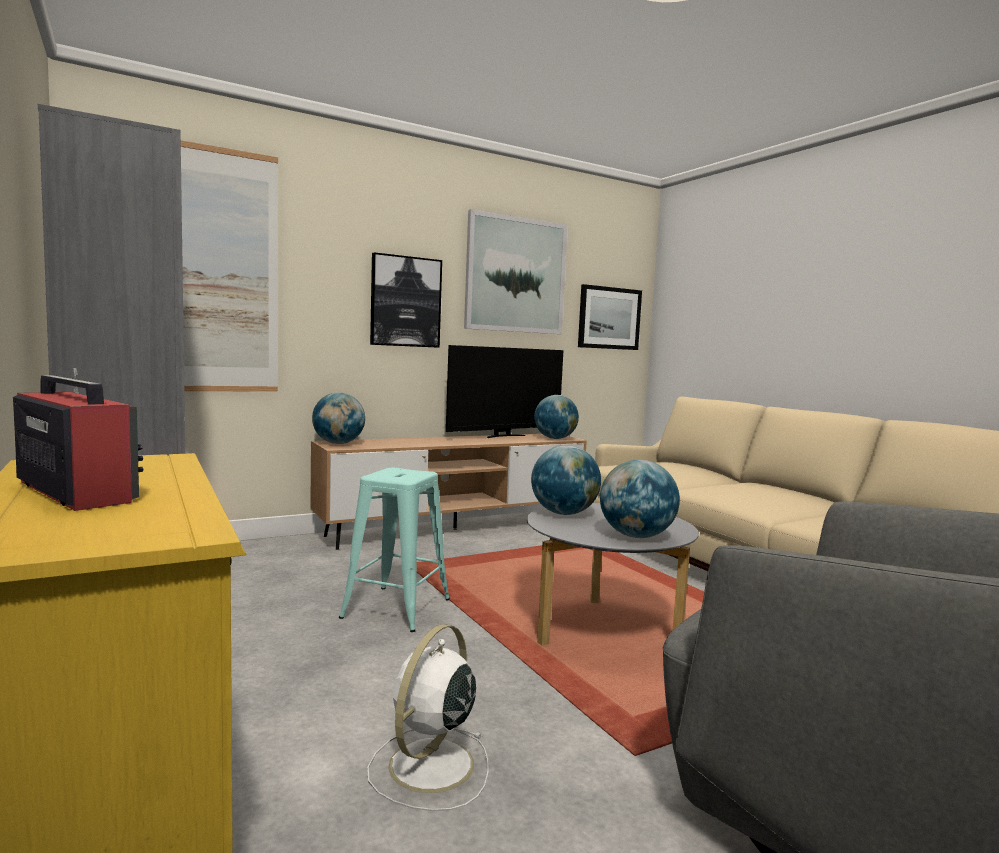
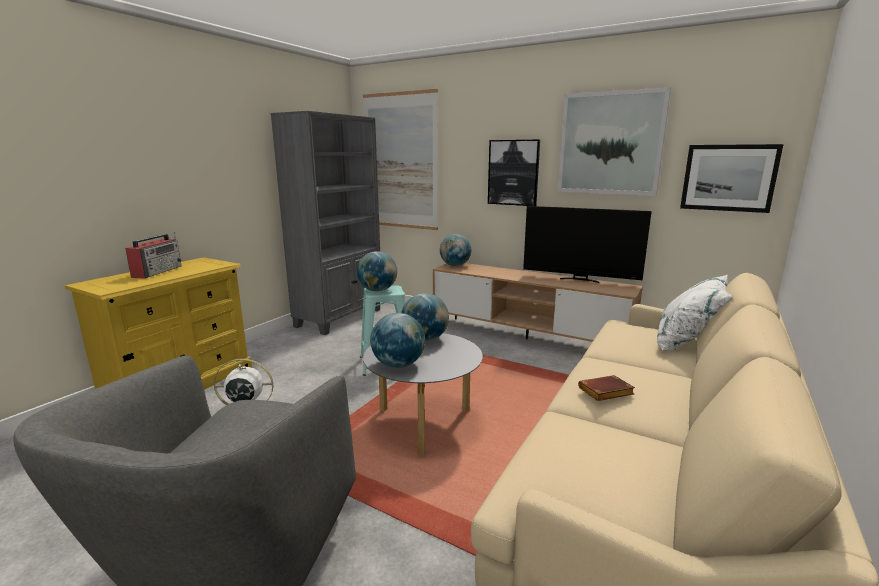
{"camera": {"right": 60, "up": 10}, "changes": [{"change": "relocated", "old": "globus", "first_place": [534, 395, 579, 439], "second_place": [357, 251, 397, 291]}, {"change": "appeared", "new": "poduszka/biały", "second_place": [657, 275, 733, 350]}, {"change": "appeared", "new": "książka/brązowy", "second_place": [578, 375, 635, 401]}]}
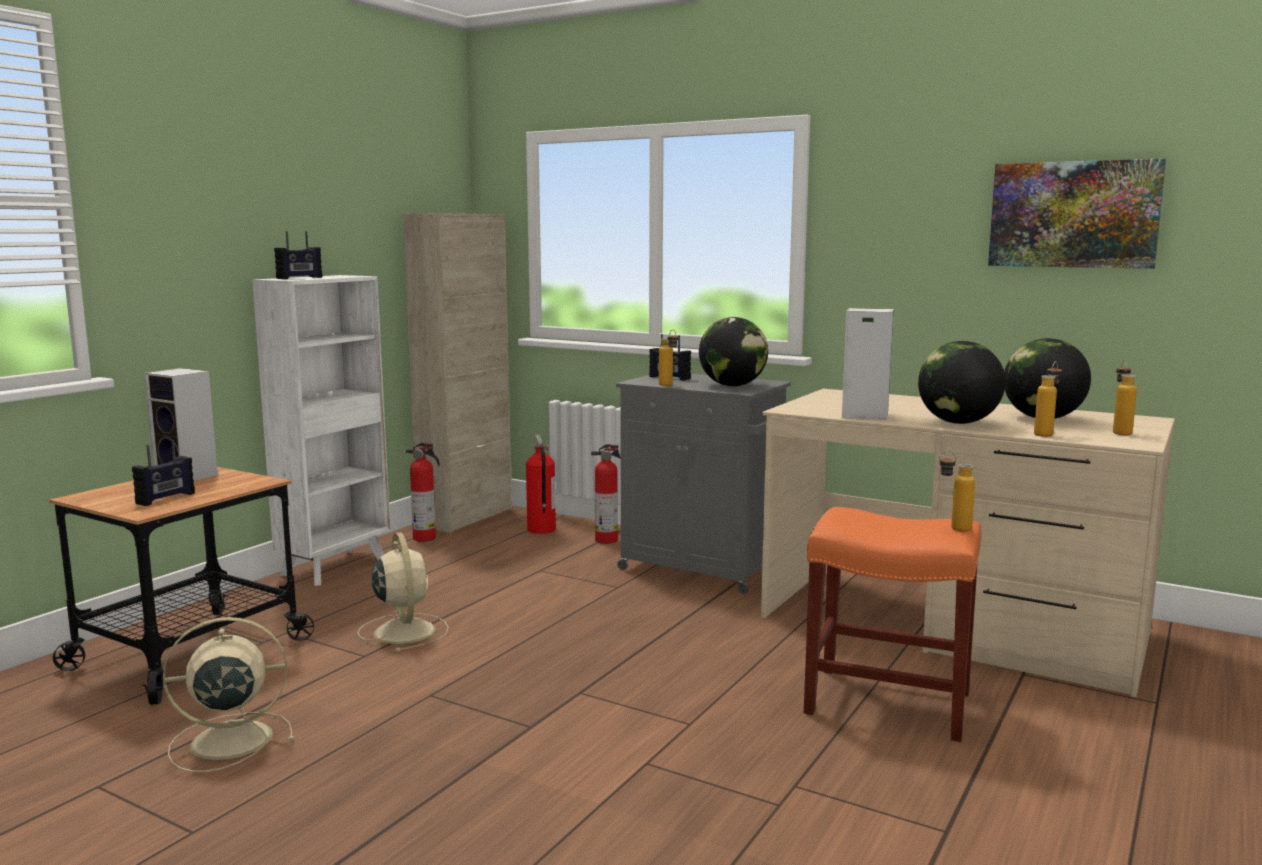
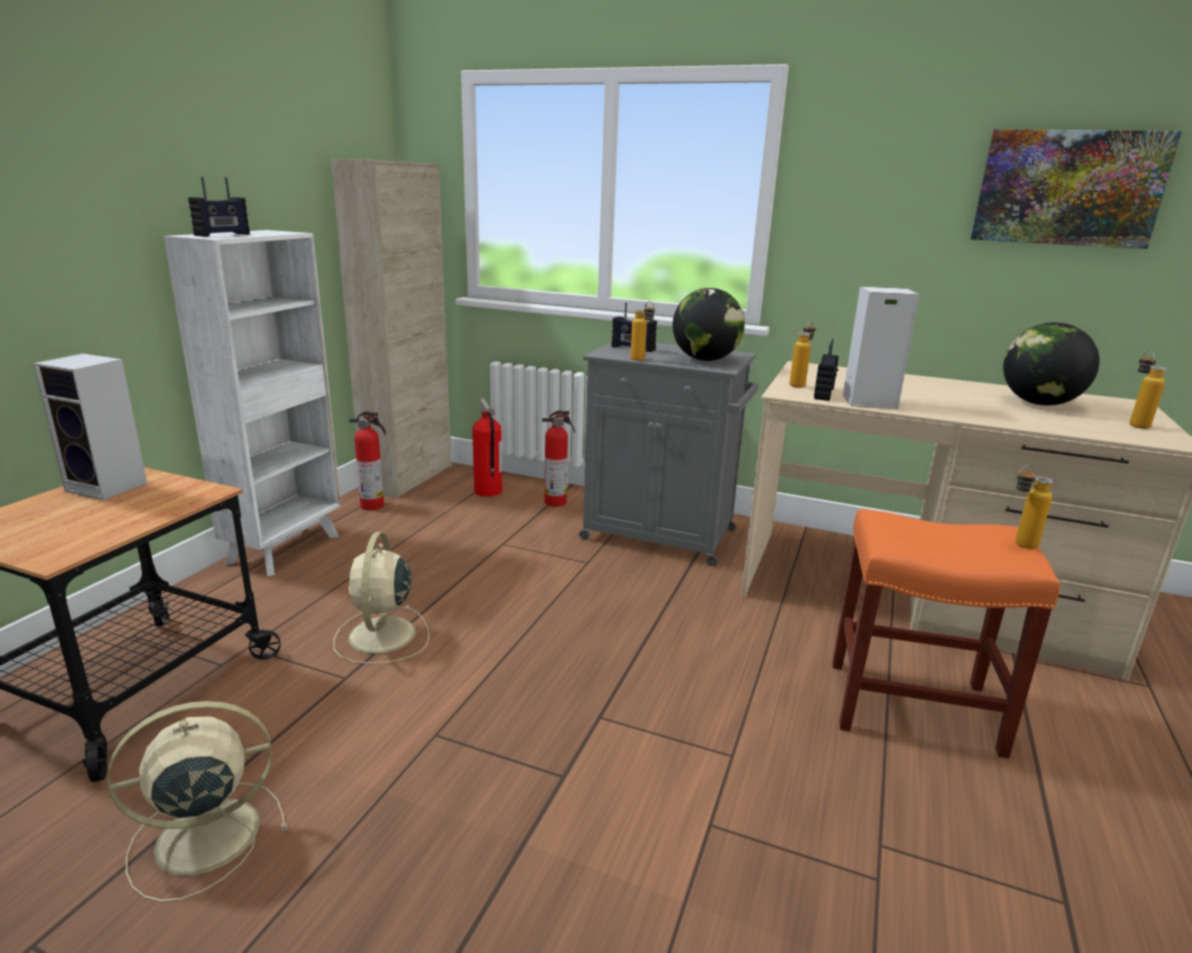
{"camera": {"right": -10, "up": 10}, "changes": [{"change": "missing", "old": "globus", "first_place": [918, 341, 1006, 424]}, {"change": "relocated", "old": "butelka", "first_place": [1034, 361, 1062, 437], "second_place": [789, 320, 816, 388]}, {"change": "relocated", "old": "radio", "first_place": [132, 440, 195, 506], "second_place": [814, 339, 838, 401]}, {"change": "spun", "old": "wentylator/beżowy", "first_place": [357, 532, 449, 652], "second_place": [333, 532, 430, 664], "degrees": -150}]}
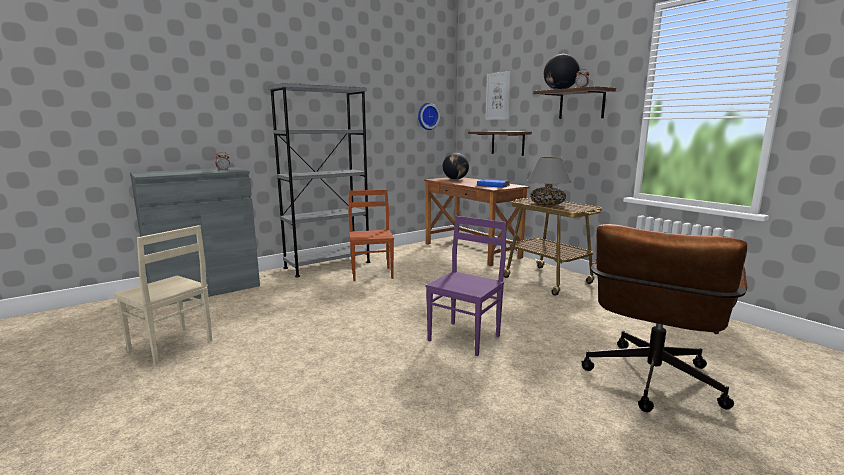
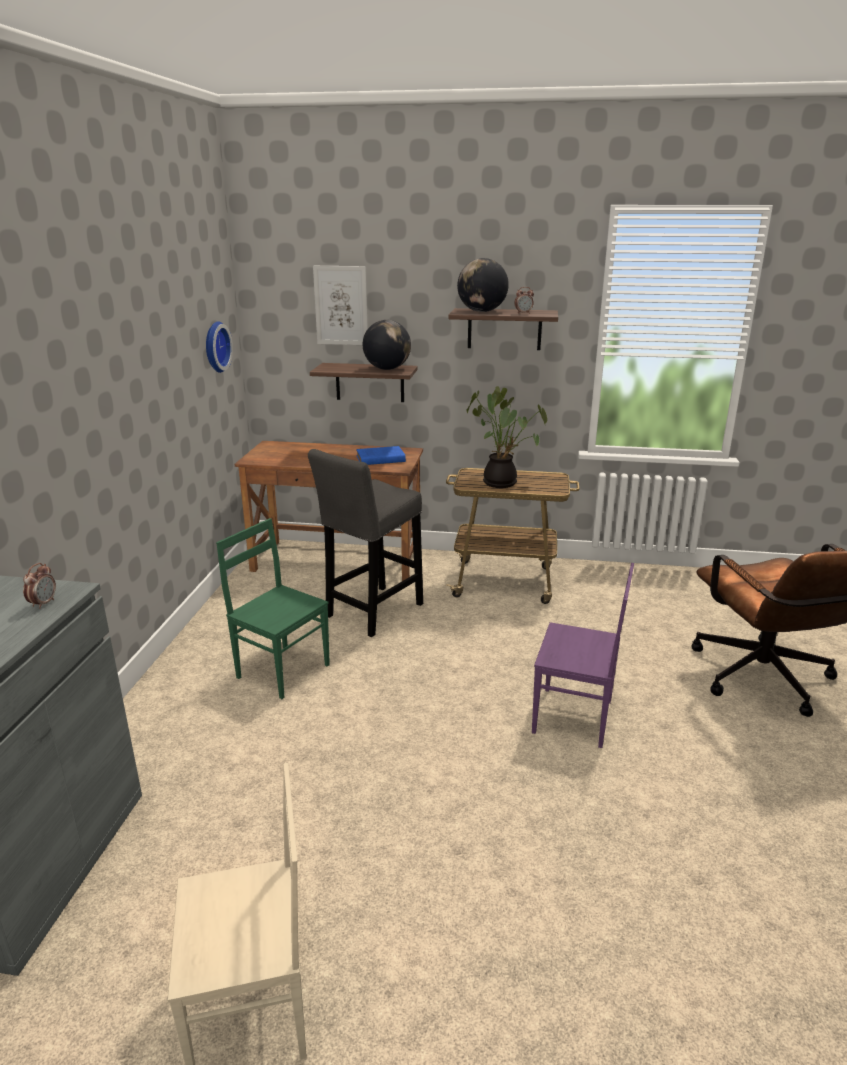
{"camera": {"right": -45, "up": 10}, "changes": [{"change": "missing", "old": "regał/szary", "first_place": [268, 83, 371, 277]}, {"change": "relocated", "old": "globus", "first_place": [443, 153, 469, 180], "second_place": [363, 320, 411, 370]}, {"change": "exchanged", "old": "lampa stołowa/szary", "new": "roślina doniczkowa", "first_place": [527, 157, 571, 205], "second_place": [466, 386, 547, 488]}, {"change": "colour", "old": "krzesło/brązowy", "new": "krzesło/zielony", "first_place": [348, 190, 394, 281], "second_place": [216, 518, 330, 699]}, {"change": "spun", "old": "krzesło/fioletowy", "first_place": [426, 216, 507, 356], "second_place": [532, 563, 634, 748], "degrees": 120}, {"change": "appeared", "new": "stołek/szary", "second_place": [308, 449, 423, 637]}]}
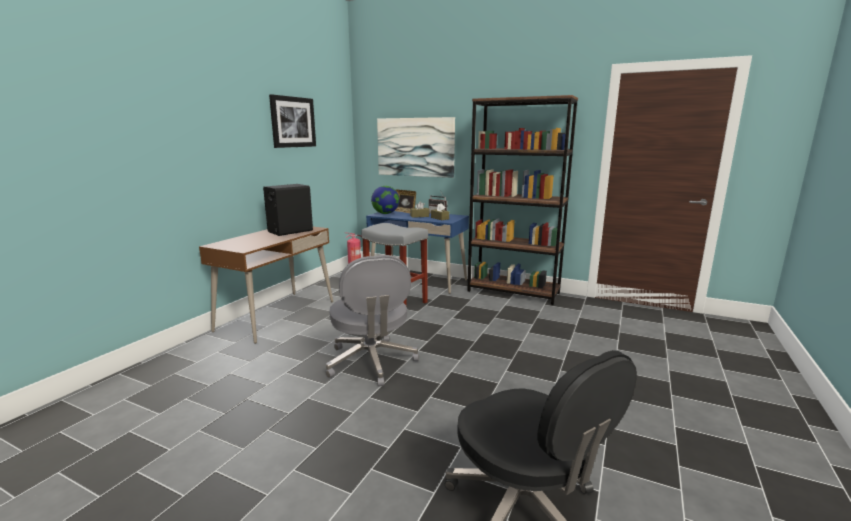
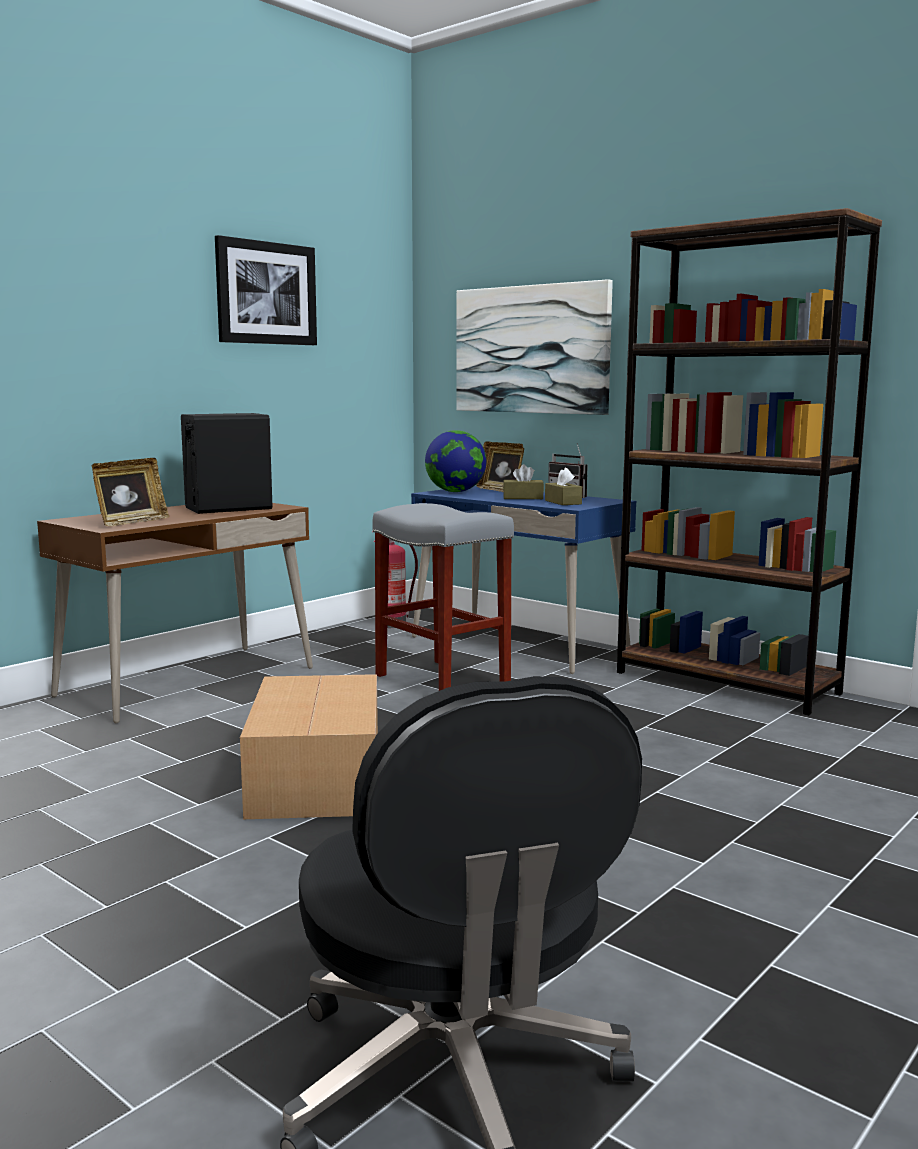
{"camera": {"right": 15, "up": -5}, "changes": [{"change": "exchanged", "old": "krzesło biurowe/szary", "new": "karton", "first_place": [326, 255, 419, 386], "second_place": [240, 674, 378, 819]}, {"change": "appeared", "new": "ramka na zdjęcie", "second_place": [91, 458, 169, 526]}]}
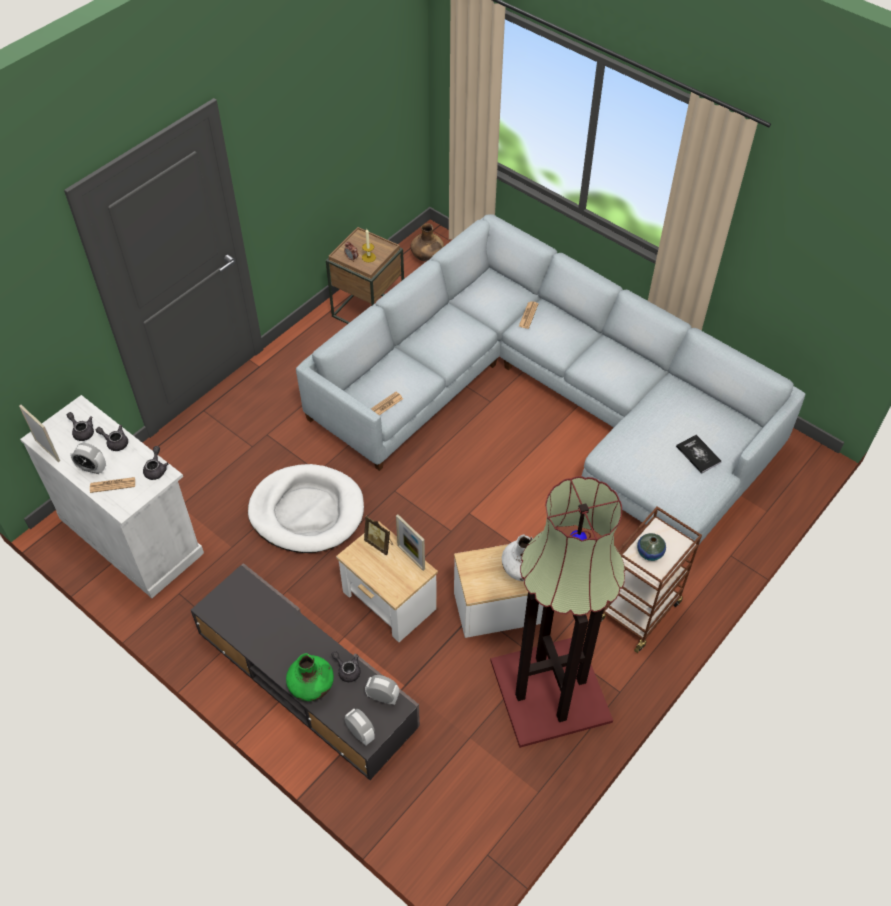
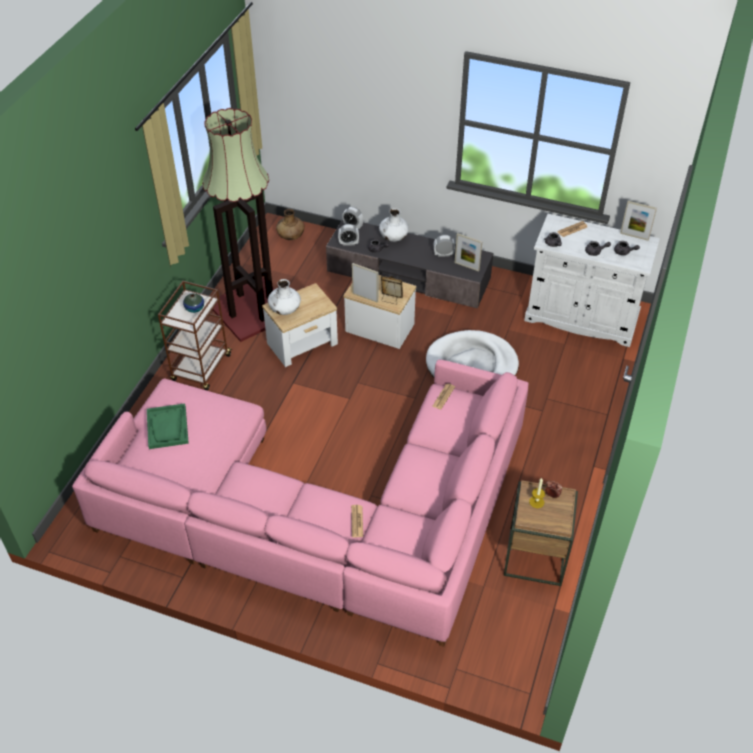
{"camera": {"right": 160, "up": -5}, "changes": [{"change": "colour", "old": "kanapa/szary", "new": "kanapa/różowy", "first_place": [296, 214, 805, 544], "second_place": [72, 360, 528, 647]}, {"change": "relocated", "old": "wazon/brązowy", "first_place": [411, 223, 444, 262], "second_place": [276, 209, 304, 240]}, {"change": "exchanged", "old": "książka", "new": "taca/zielony", "first_place": [676, 435, 722, 474], "second_place": [147, 403, 189, 449]}, {"change": "relocated", "old": "budzik", "first_place": [70, 443, 106, 474], "second_place": [434, 235, 455, 257]}, {"change": "colour", "old": "wazon/zielony", "new": "wazon/biały", "first_place": [286, 653, 334, 701], "second_place": [379, 208, 409, 242]}, {"change": "appeared", "new": "ramka na zdjęcie", "second_place": [455, 233, 482, 272]}]}
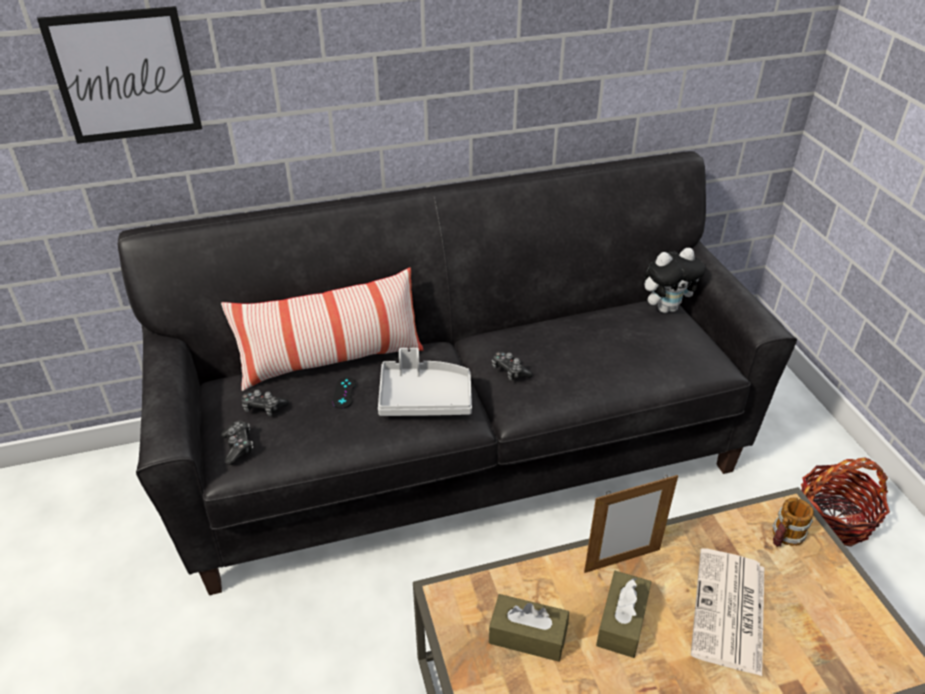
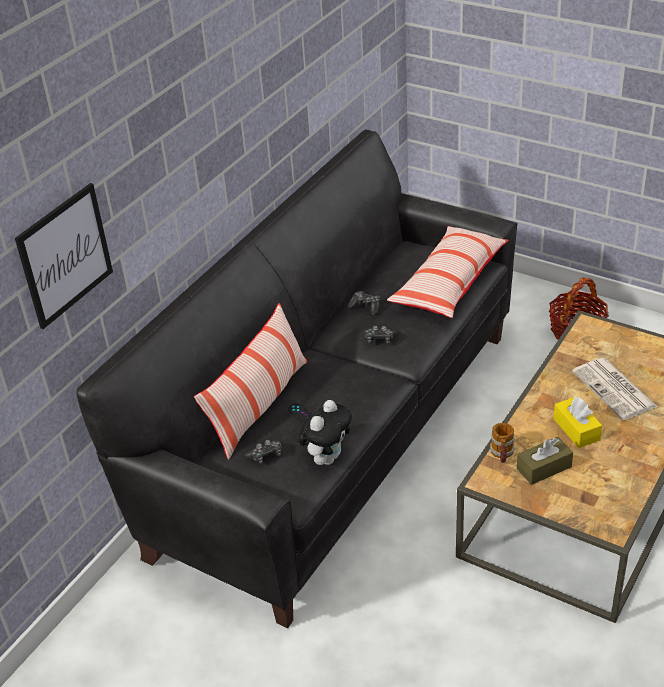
{"camera": {"right": -40, "up": 0}, "changes": [{"change": "relocated", "old": "pluszak", "first_place": [644, 248, 705, 313], "second_place": [298, 400, 352, 465]}, {"change": "missing", "old": "taca/szary", "first_place": [378, 348, 472, 416]}, {"change": "relocated", "old": "pad do gier", "first_place": [221, 421, 253, 465], "second_place": [348, 291, 380, 315]}, {"change": "missing", "old": "ramka na zdjęcie", "first_place": [584, 475, 678, 573]}, {"change": "relocated", "old": "kubek", "first_place": [772, 497, 814, 547], "second_place": [490, 423, 515, 463]}, {"change": "colour", "old": "pudełko chusteczek/brązowy", "new": "pudełko chusteczek/żółty", "first_place": [596, 571, 651, 658], "second_place": [553, 396, 602, 448]}, {"change": "appeared", "new": "poduszka", "second_place": [387, 226, 509, 318]}]}
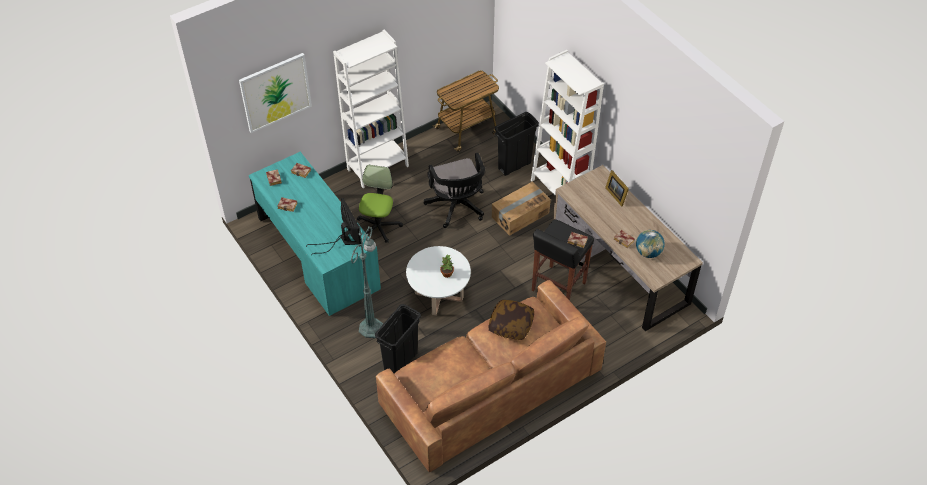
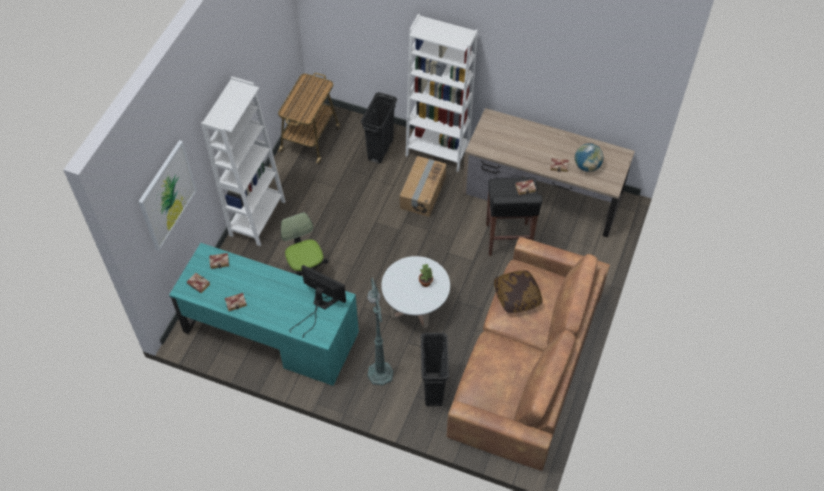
{"camera": {"right": -35, "up": 5}, "changes": [{"change": "missing", "old": "krzesło biurowe/czarny", "first_place": [423, 153, 485, 228]}, {"change": "missing", "old": "ramka na zdjęcie", "first_place": [605, 170, 629, 206]}]}
